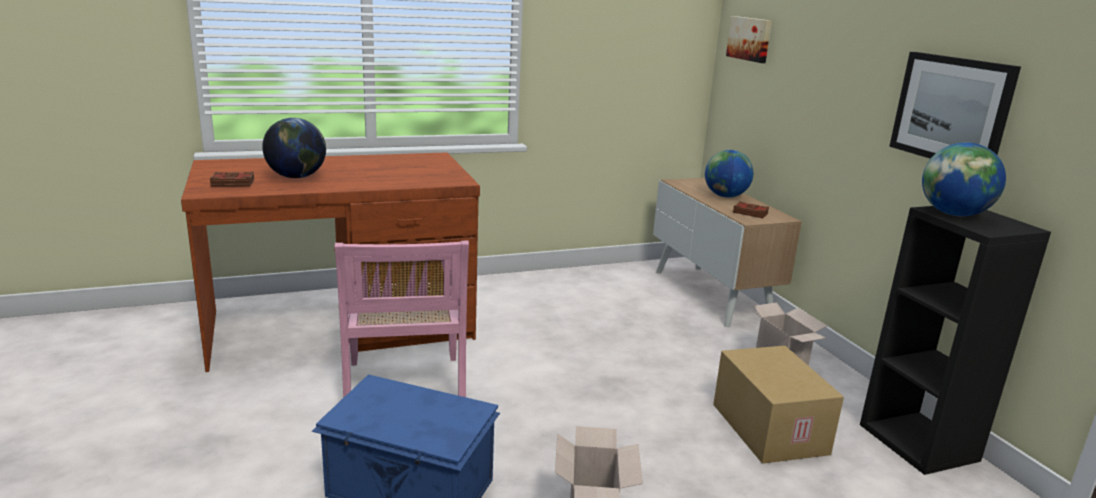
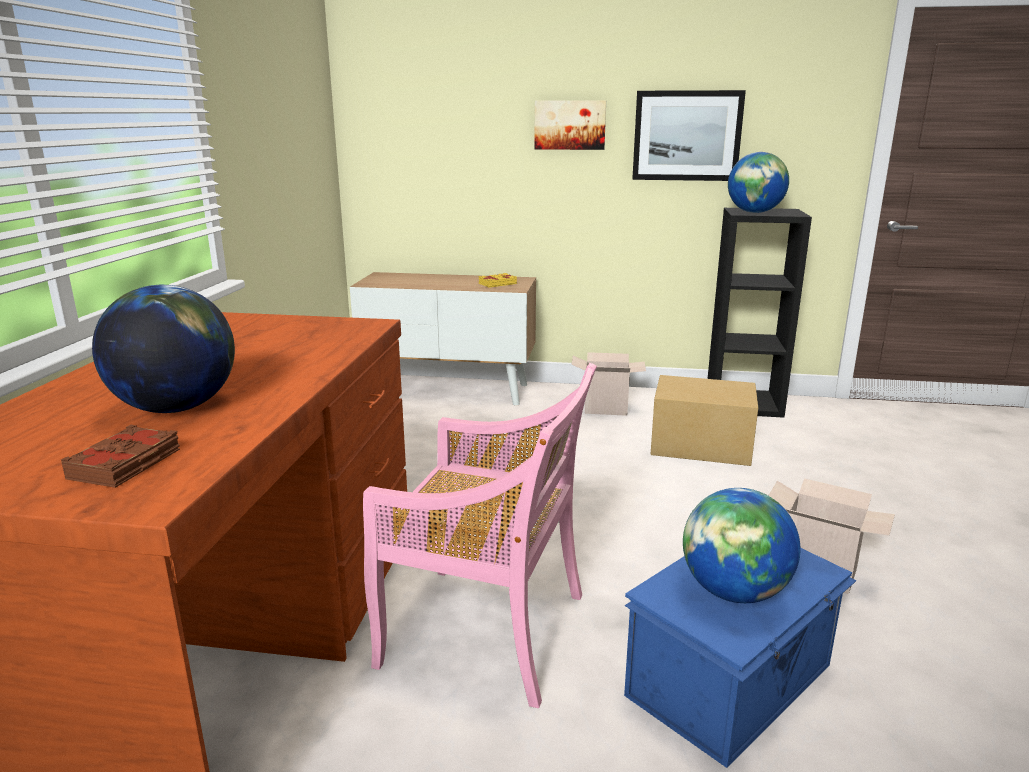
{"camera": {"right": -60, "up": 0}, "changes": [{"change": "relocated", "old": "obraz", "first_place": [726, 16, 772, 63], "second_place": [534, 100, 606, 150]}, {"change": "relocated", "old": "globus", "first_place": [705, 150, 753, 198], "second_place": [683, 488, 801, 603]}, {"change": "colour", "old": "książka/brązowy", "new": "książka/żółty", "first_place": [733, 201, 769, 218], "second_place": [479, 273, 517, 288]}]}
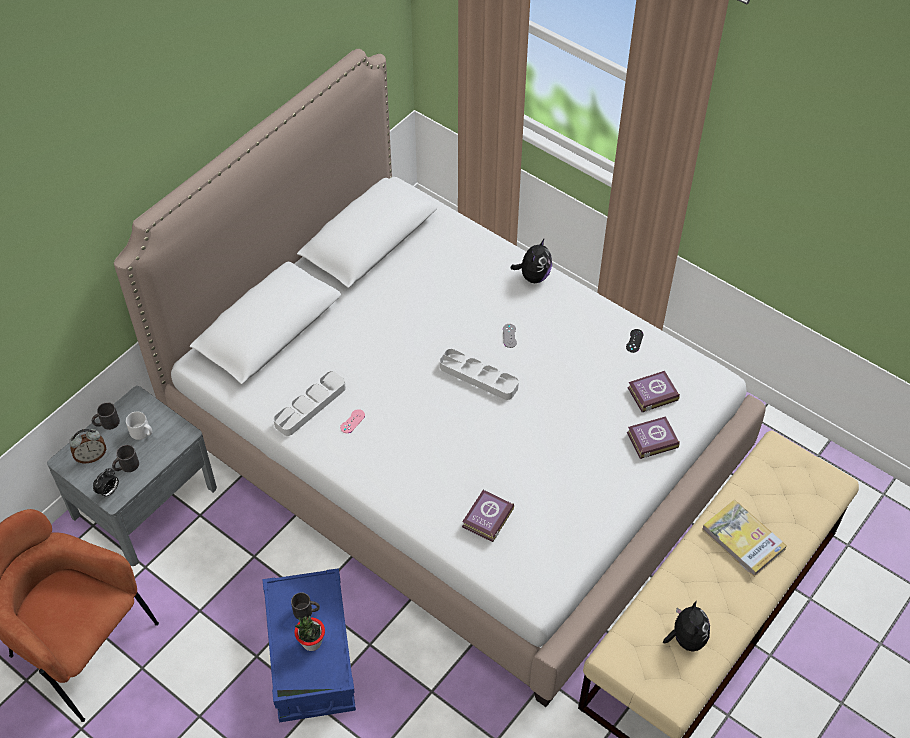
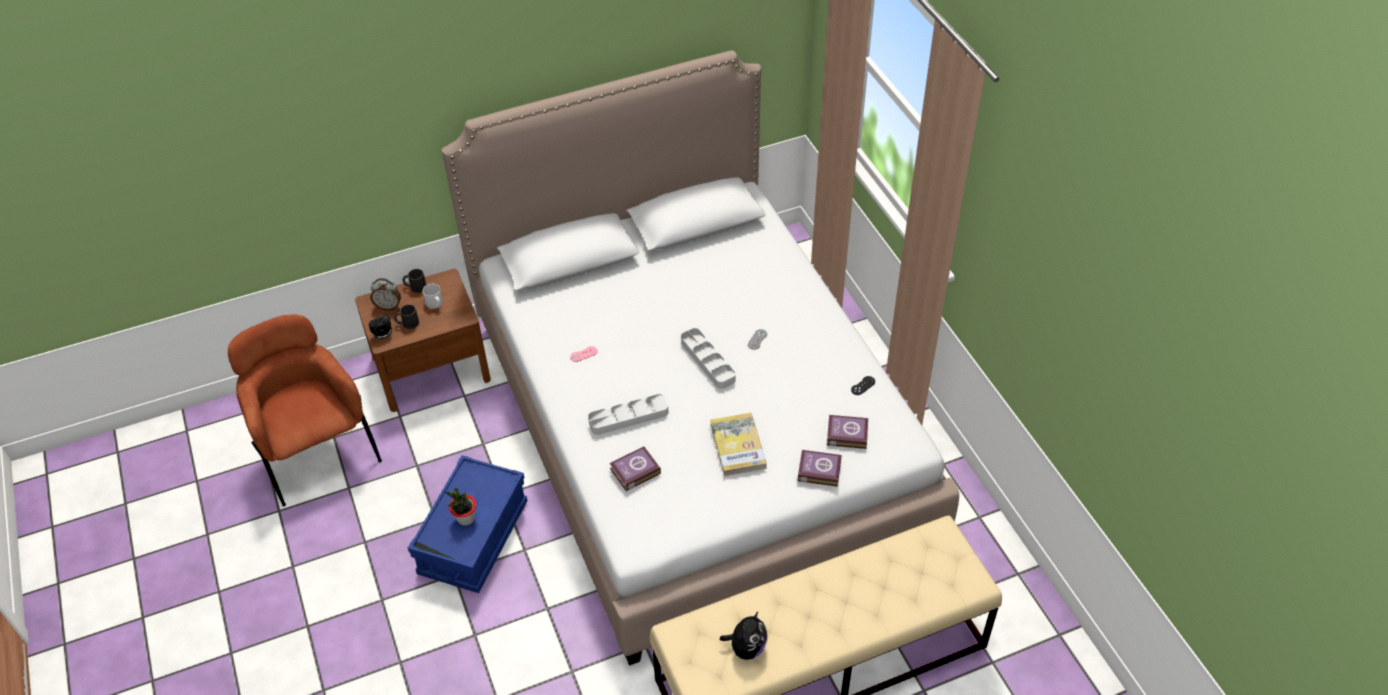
{"camera": {"right": 30, "up": -5}, "changes": [{"change": "missing", "old": "pluszak", "first_place": [510, 238, 552, 283]}, {"change": "relocated", "old": "taca/szary", "first_place": [273, 371, 346, 436], "second_place": [588, 394, 668, 435]}, {"change": "colour", "old": "szafka nocna/szary", "new": "szafka nocna/brązowy", "first_place": [47, 386, 217, 566], "second_place": [355, 269, 491, 412]}, {"change": "relocated", "old": "książka", "first_place": [702, 500, 787, 577], "second_place": [710, 413, 767, 476]}, {"change": "missing", "old": "kubek/czarny", "first_place": [291, 592, 320, 619]}]}
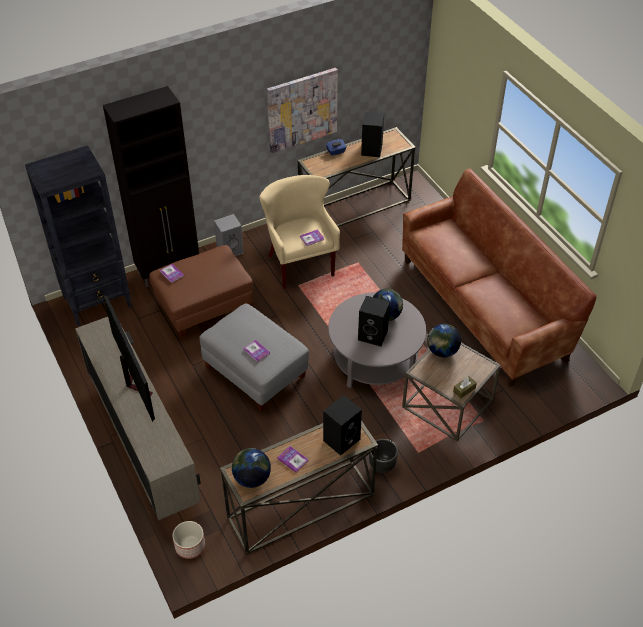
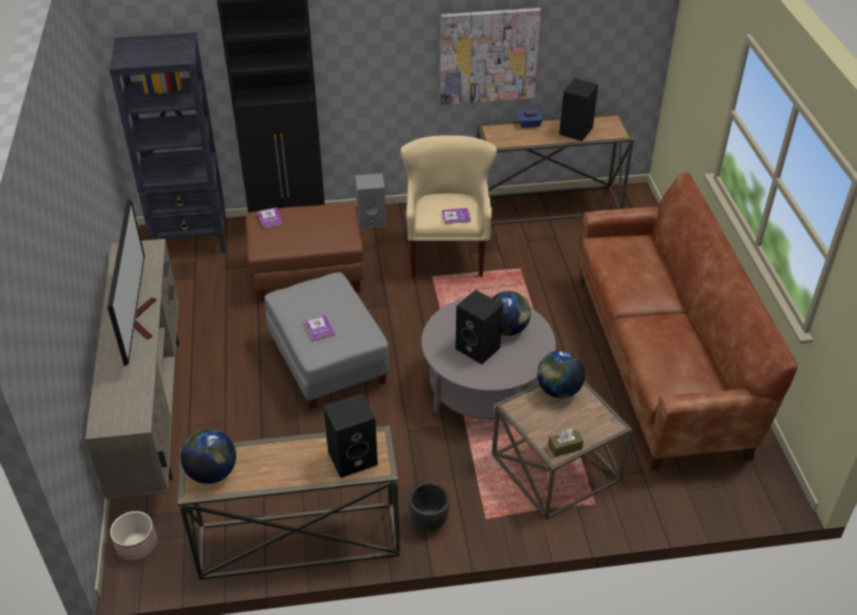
{"camera": {"right": 20, "up": -5}, "changes": [{"change": "missing", "old": "książka", "first_place": [277, 446, 309, 473]}]}
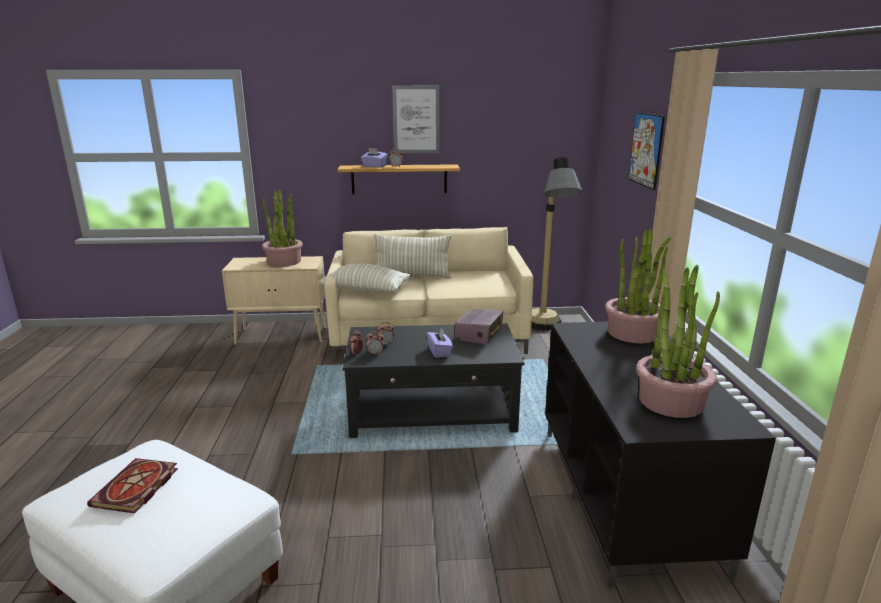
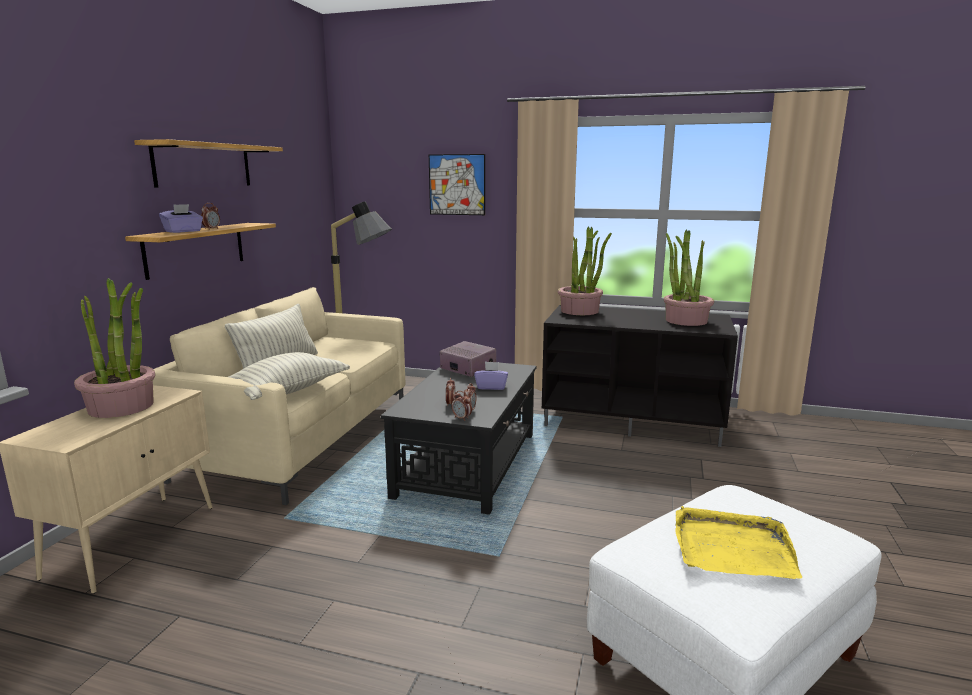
{"camera": {"right": -70, "up": -5}, "changes": [{"change": "exchanged", "old": "obraz", "new": "półka", "first_place": [392, 85, 440, 153], "second_place": [134, 139, 283, 188]}, {"change": "exchanged", "old": "książka", "new": "taca/żółty", "first_place": [87, 458, 178, 514], "second_place": [675, 506, 802, 579]}]}
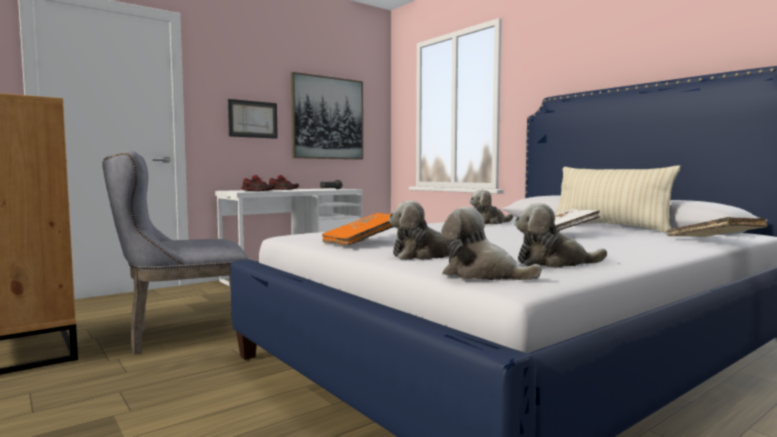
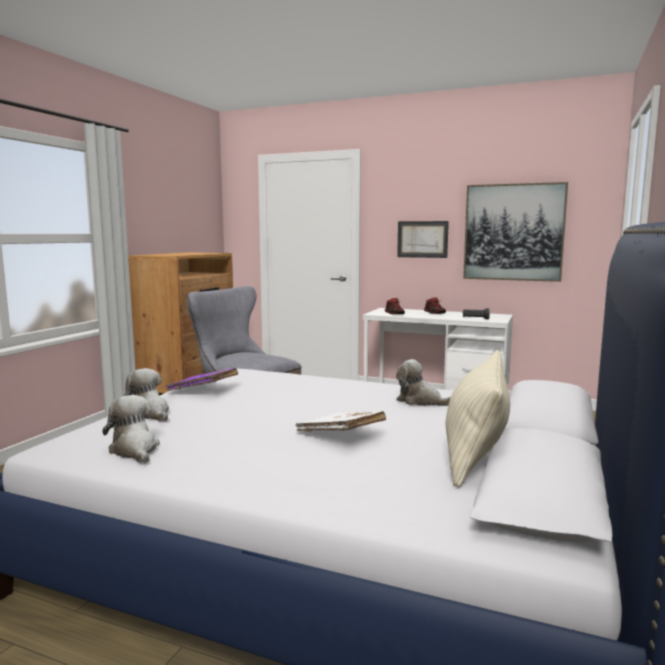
{"camera": {"right": 60, "up": 5}, "changes": [{"change": "missing", "old": "pluszak", "first_place": [441, 207, 542, 280]}, {"change": "colour", "old": "książka/pomarańczowy", "new": "książka/fioletowy", "first_place": [322, 213, 393, 246], "second_place": [166, 368, 238, 391]}, {"change": "missing", "old": "książka/beżowy", "first_place": [666, 217, 768, 237]}]}
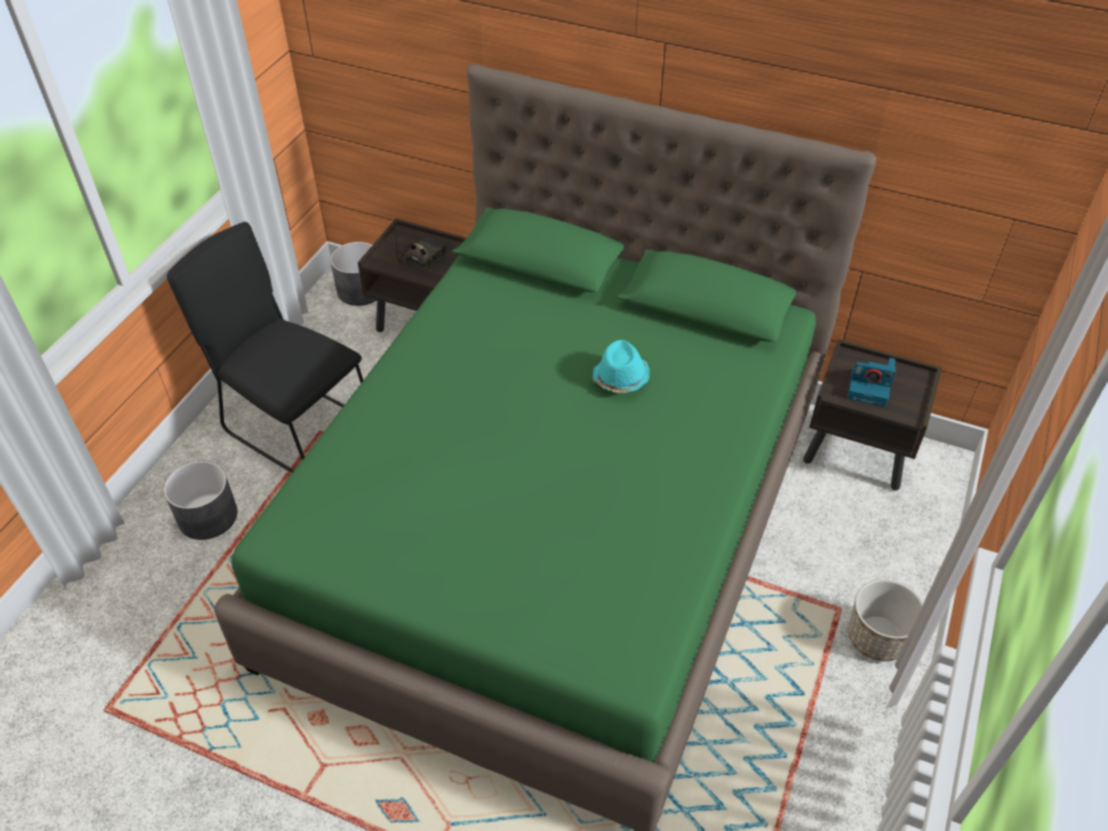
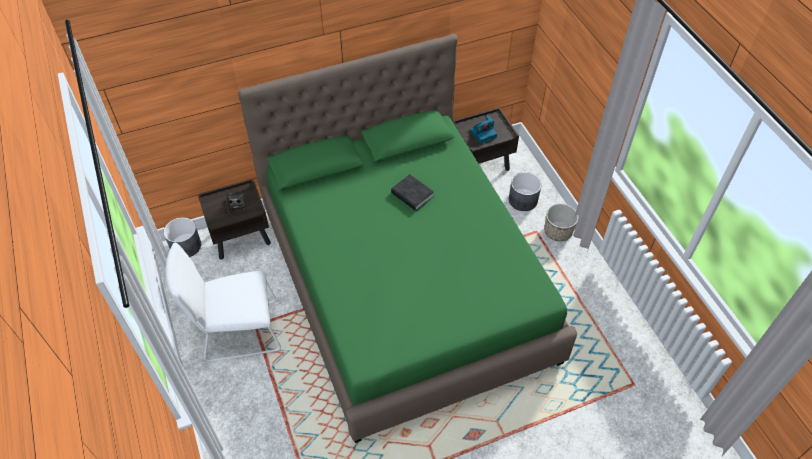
{"camera": {"right": -45, "up": 5}, "changes": [{"change": "colour", "old": "krzesło/czarny", "new": "krzesło/biały", "first_place": [167, 222, 363, 473], "second_place": [166, 242, 281, 361]}, {"change": "exchanged", "old": "kapelusz/turkusowy", "new": "książka/czarny", "first_place": [593, 340, 650, 393], "second_place": [391, 174, 434, 211]}, {"change": "relocated", "old": "donica/szary", "first_place": [164, 461, 238, 540], "second_place": [509, 172, 542, 211]}]}
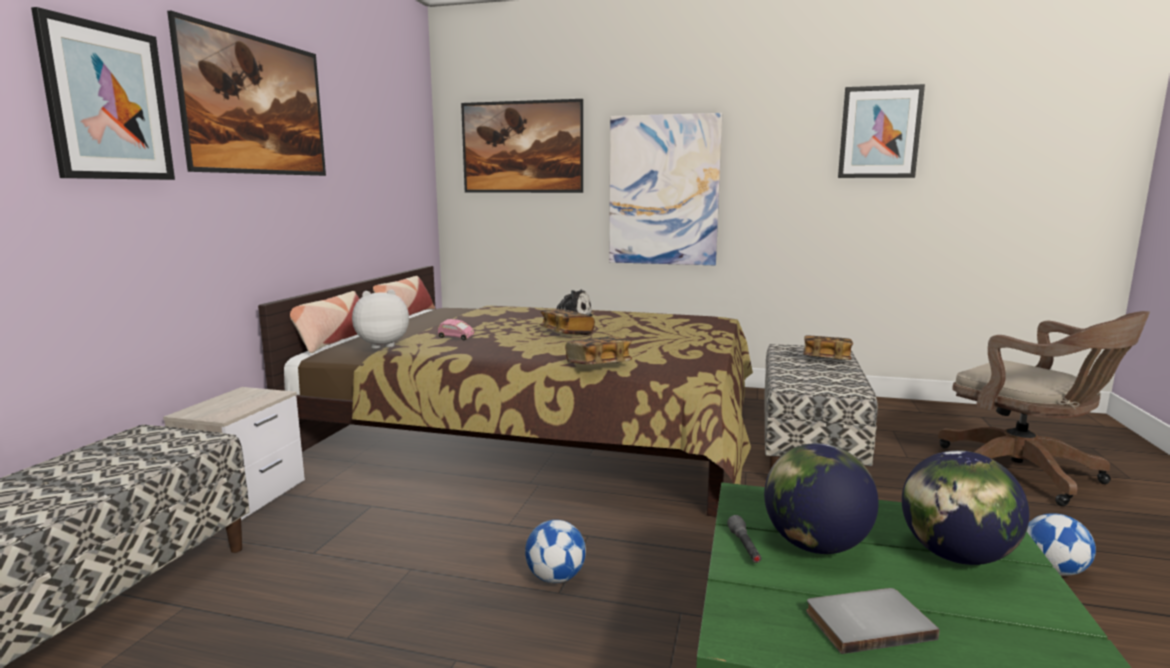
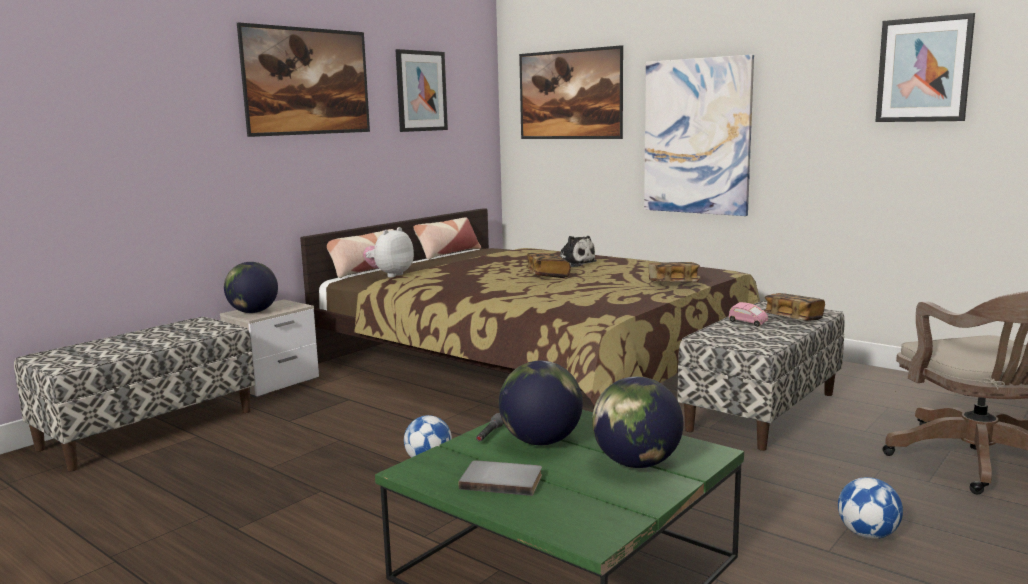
{"camera": {"right": 25, "up": 0}, "changes": [{"change": "relocated", "old": "obraz", "first_place": [31, 7, 175, 180], "second_place": [396, 49, 448, 132]}, {"change": "spun", "old": "pluszak", "first_place": [352, 290, 409, 349], "second_place": [363, 227, 414, 277], "degrees": -60}, {"change": "relocated", "old": "samochodzik/różowy", "first_place": [438, 319, 474, 340], "second_place": [729, 302, 768, 327]}, {"change": "relocated", "old": "książka", "first_place": [566, 336, 632, 365], "second_place": [648, 262, 700, 282]}, {"change": "appeared", "new": "globus", "second_place": [224, 262, 278, 313]}]}
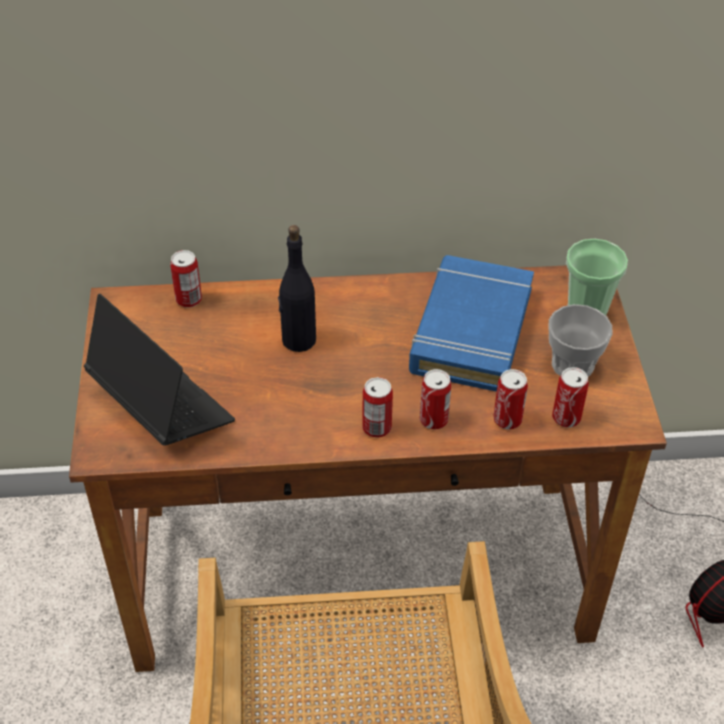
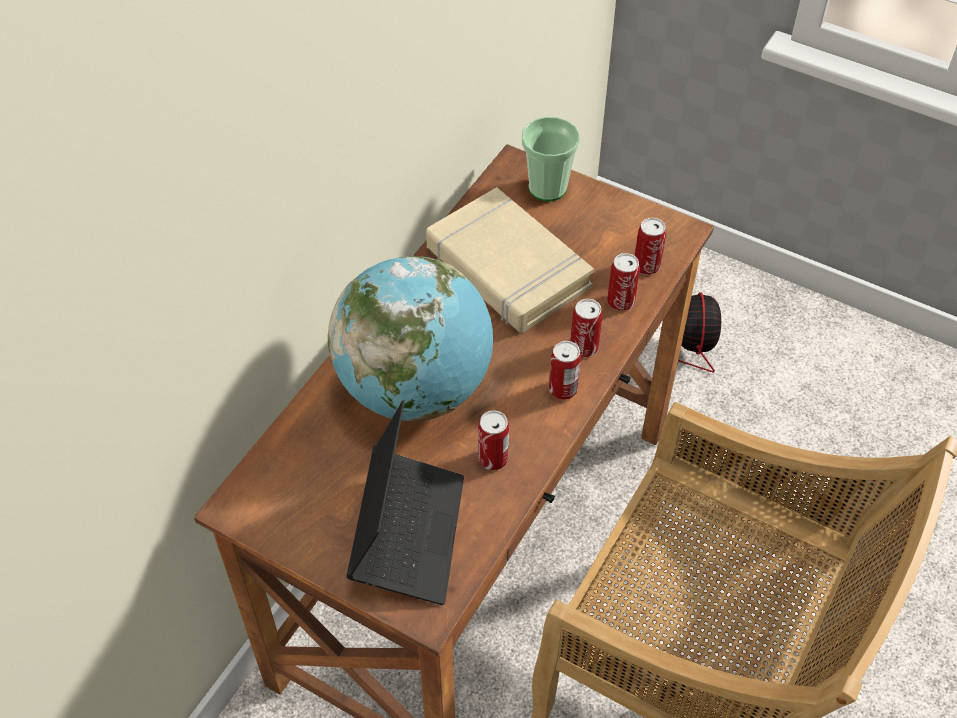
{"camera": {"right": -55, "up": 5}, "changes": [{"change": "exchanged", "old": "butelka/czarny", "new": "globus", "first_place": [278, 225, 316, 352], "second_place": [328, 256, 493, 422]}, {"change": "relocated", "old": "puszka", "first_place": [170, 250, 202, 308], "second_place": [478, 411, 509, 470]}, {"change": "colour", "old": "książka/niebieski", "new": "książka/beżowy", "first_place": [409, 255, 534, 392], "second_place": [426, 187, 594, 333]}, {"change": "spun", "old": "laptop", "first_place": [84, 294, 235, 446], "second_place": [346, 400, 464, 605], "degrees": 105}, {"change": "missing", "old": "filiżanka", "first_place": [549, 304, 613, 377]}]}
